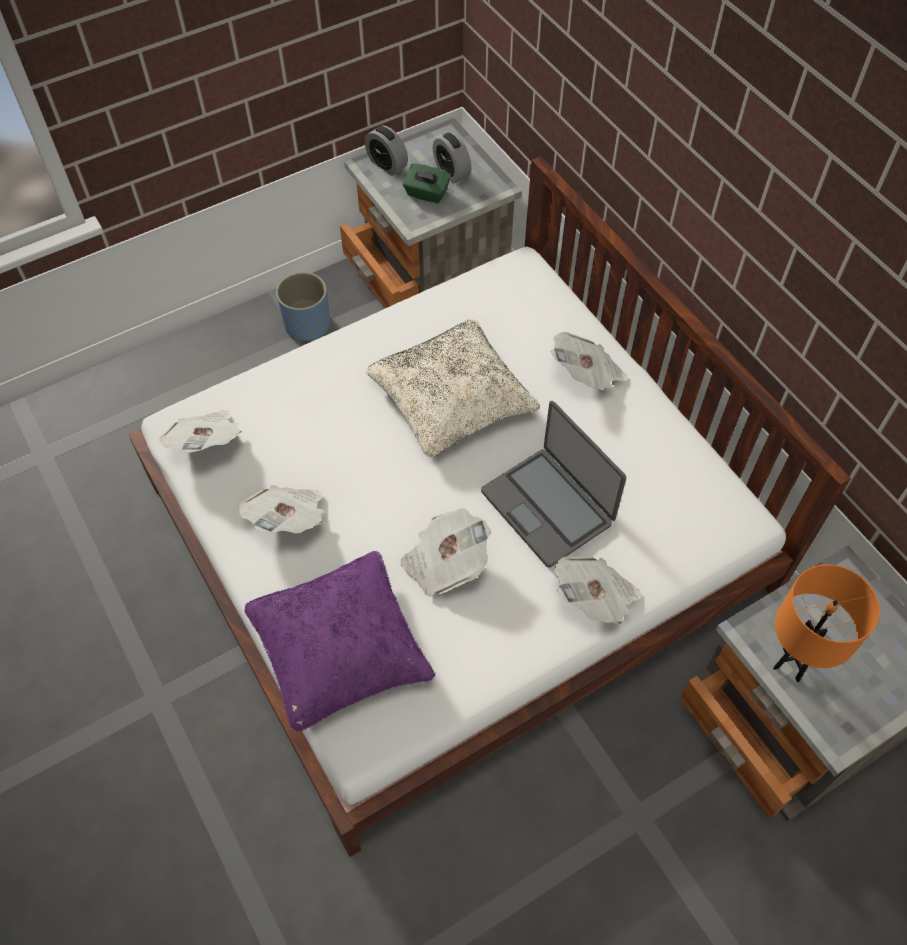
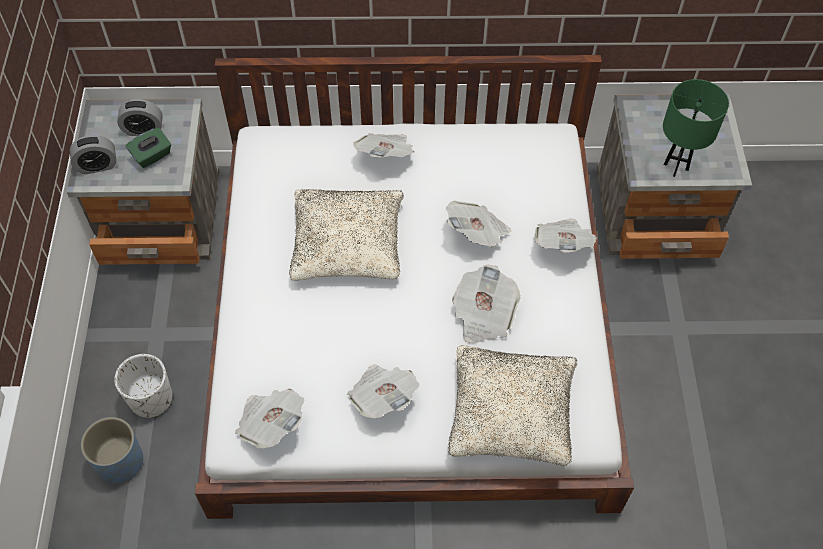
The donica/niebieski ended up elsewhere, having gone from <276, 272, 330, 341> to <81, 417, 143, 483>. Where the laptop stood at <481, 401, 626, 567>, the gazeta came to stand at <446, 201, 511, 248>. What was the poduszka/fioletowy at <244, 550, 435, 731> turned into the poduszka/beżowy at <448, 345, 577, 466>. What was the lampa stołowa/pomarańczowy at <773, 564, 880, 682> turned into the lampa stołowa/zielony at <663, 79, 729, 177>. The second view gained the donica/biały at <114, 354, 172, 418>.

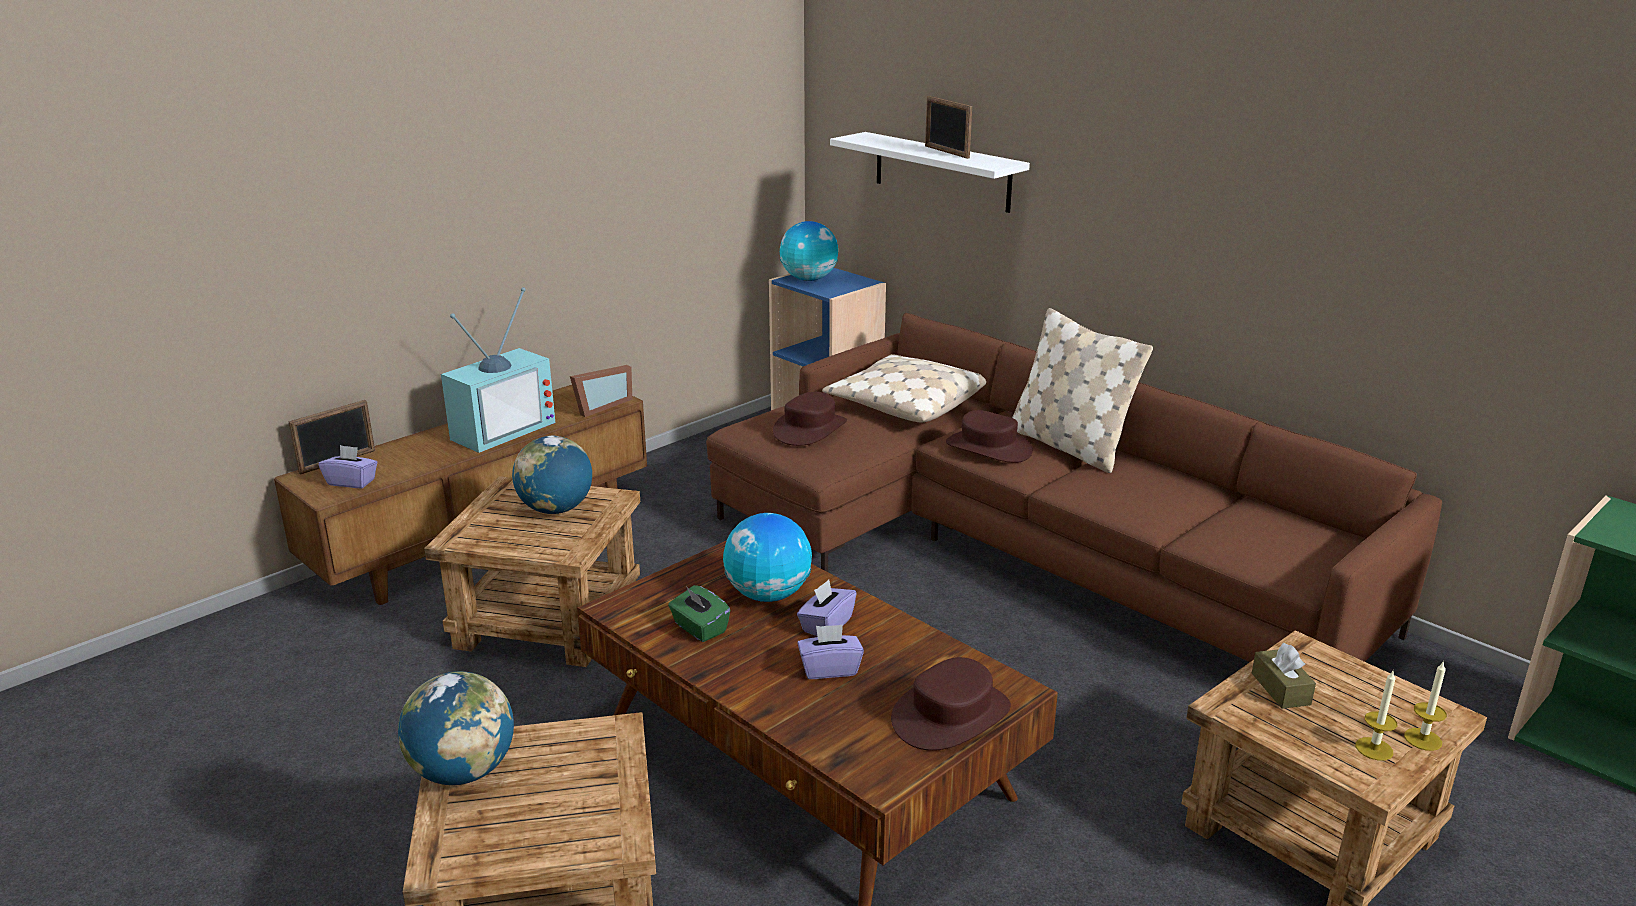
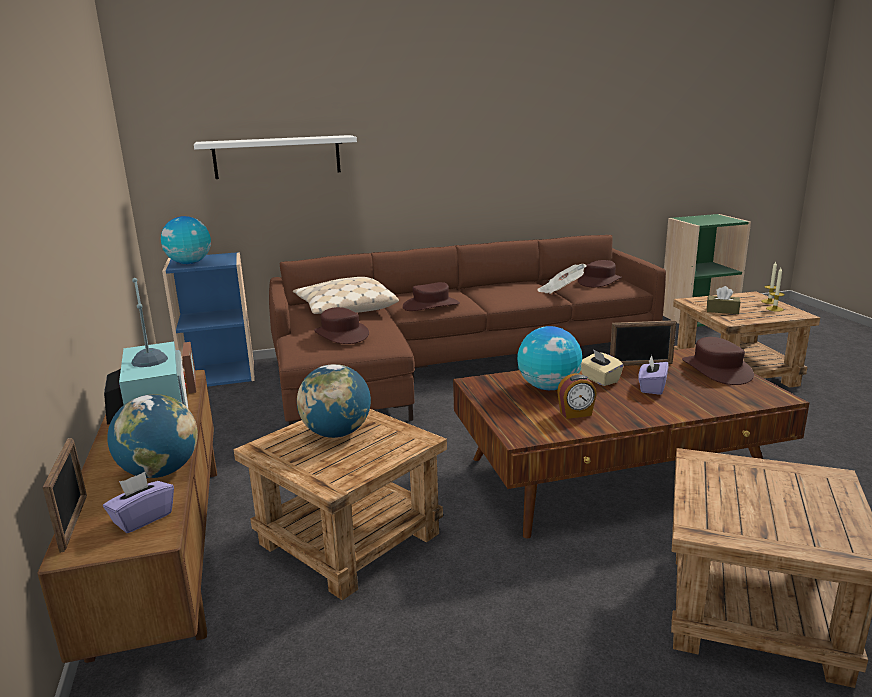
The ramka na zdjęcie ended up elsewhere, having gone from <925, 96, 972, 159> to <610, 320, 677, 366>. The second view lost the poduszka/beżowy at <1012, 308, 1153, 473>. What was the pudełko chusteczek/fioletowy at <797, 579, 857, 636> turned into the pudełko chusteczek/beżowy at <581, 349, 624, 386>. Where the pudełko chusteczek/zielony stood at <668, 585, 730, 642>, the budzik came to stand at <557, 373, 597, 419>. The globus ended up elsewhere, having gone from <398, 671, 514, 785> to <107, 394, 198, 478>. The second view gained the kapelusz/brązowy at <578, 260, 622, 287>. The second view gained the gazeta at <537, 264, 587, 294>.

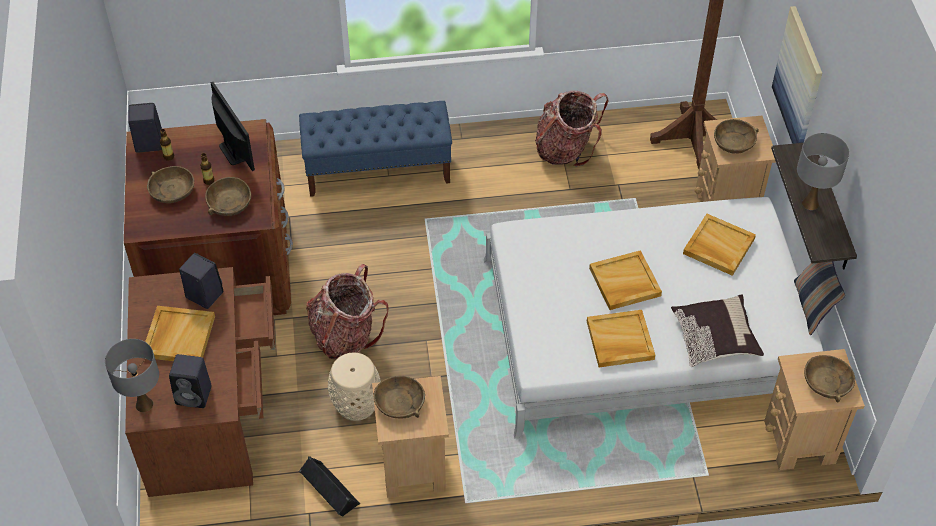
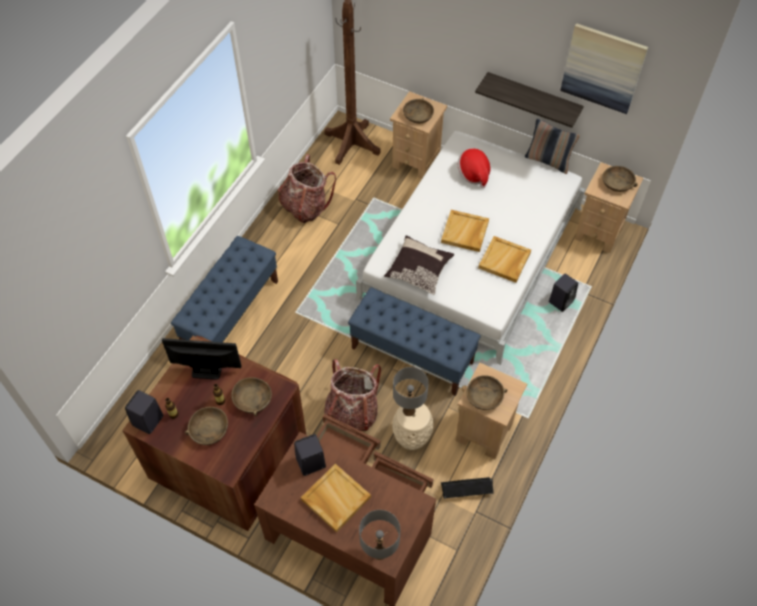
The obraz ended up elsewhere, having gone from <772, 6, 822, 144> to <560, 23, 648, 114>. The lampa stołowa/szary ended up elsewhere, having gone from <797, 133, 850, 210> to <393, 367, 429, 416>. Where the taca/beżowy stood at <683, 214, 756, 276>, the kapelusz came to stand at <458, 148, 491, 188>. The poduszka ended up elsewhere, having gone from <671, 294, 764, 367> to <384, 236, 454, 295>. The głośnik/czarny ended up elsewhere, having gone from <169, 354, 212, 408> to <549, 274, 578, 312>. The second view gained the ławka/niebieski at <348, 287, 481, 396>.

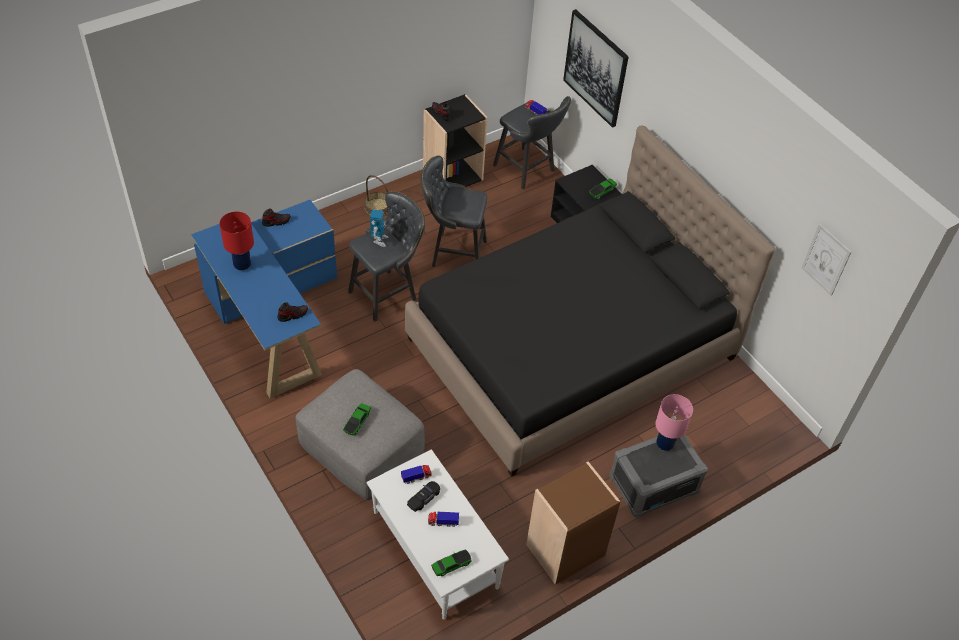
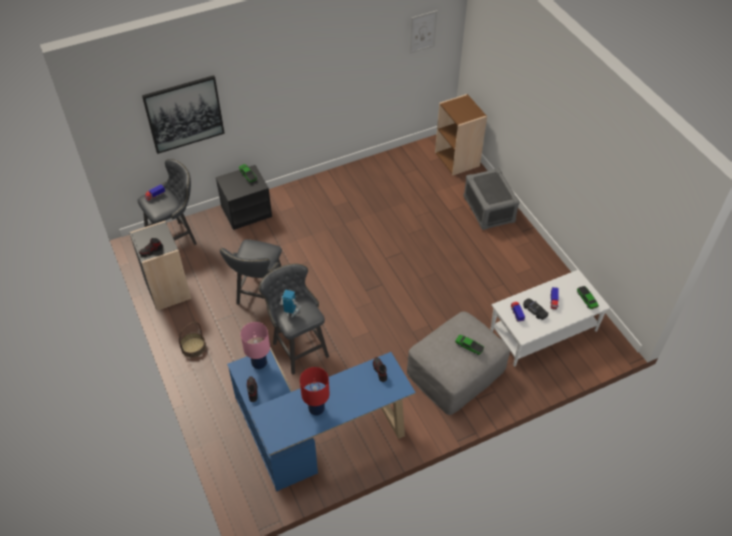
The second view lost the łóżko/czarny at <405, 125, 775, 477>. The lampa stołowa/różowy ended up elsewhere, having gone from <655, 394, 693, 451> to <241, 322, 270, 369>. The regał/brązowy ended up elsewhere, having gone from <526, 462, 621, 585> to <435, 94, 487, 175>.

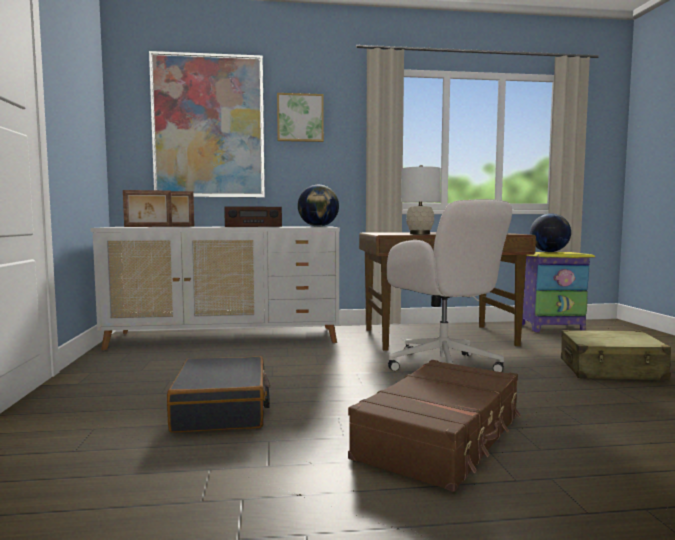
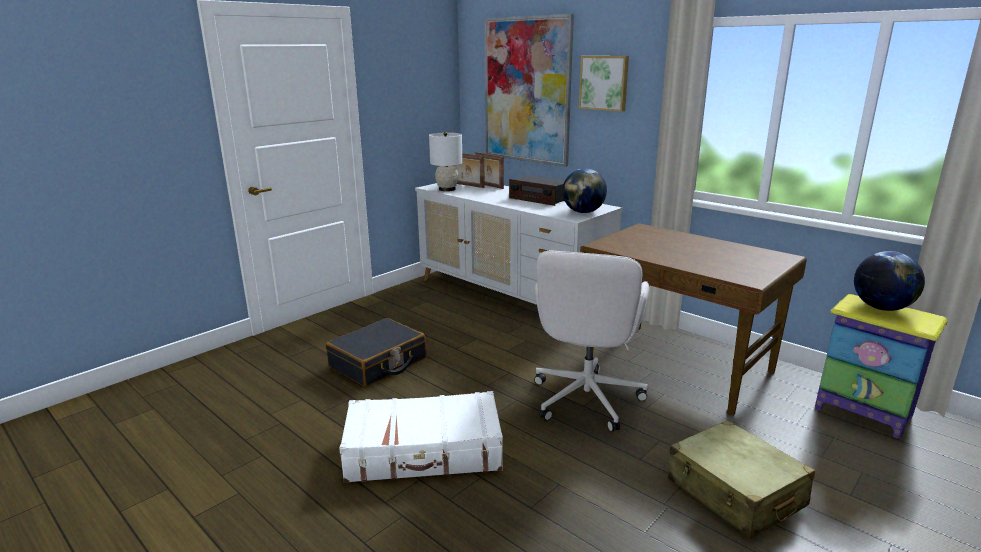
The lampa stołowa/biały ended up elsewhere, having gone from <401, 165, 441, 234> to <429, 132, 463, 191>. What was the walizka/brązowy at <348, 360, 521, 492> turned into the walizka/biały at <339, 391, 503, 483>.

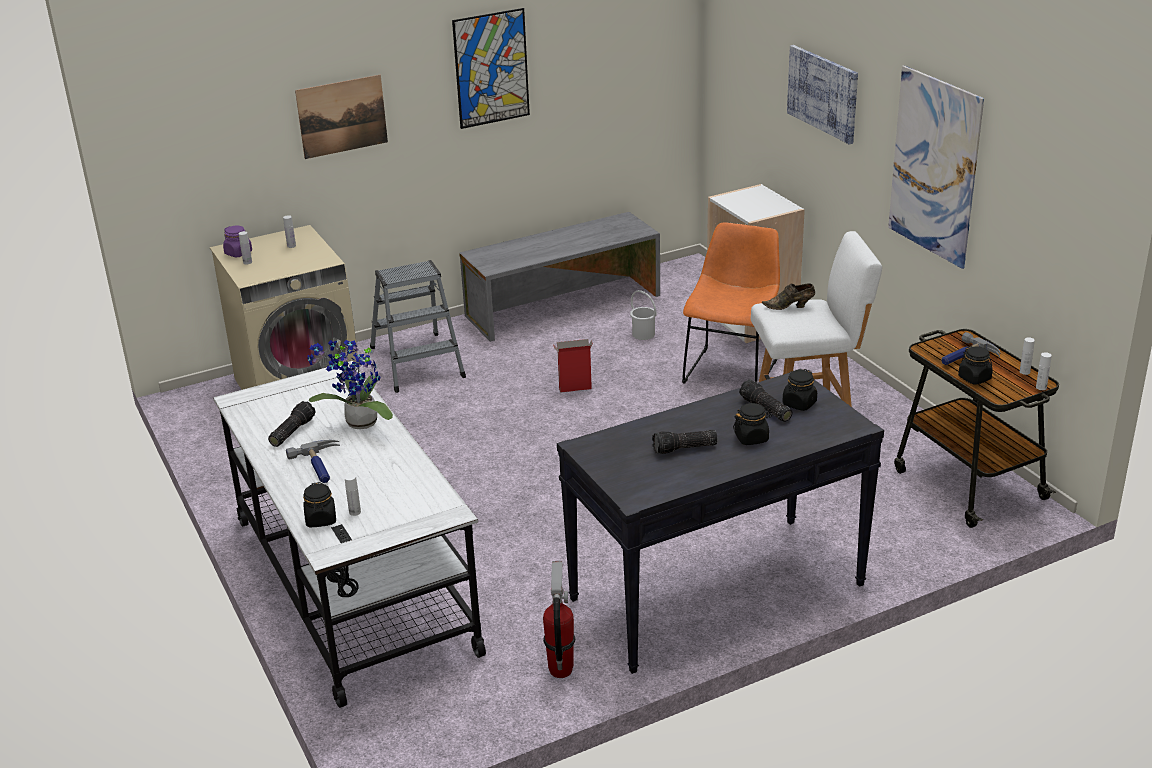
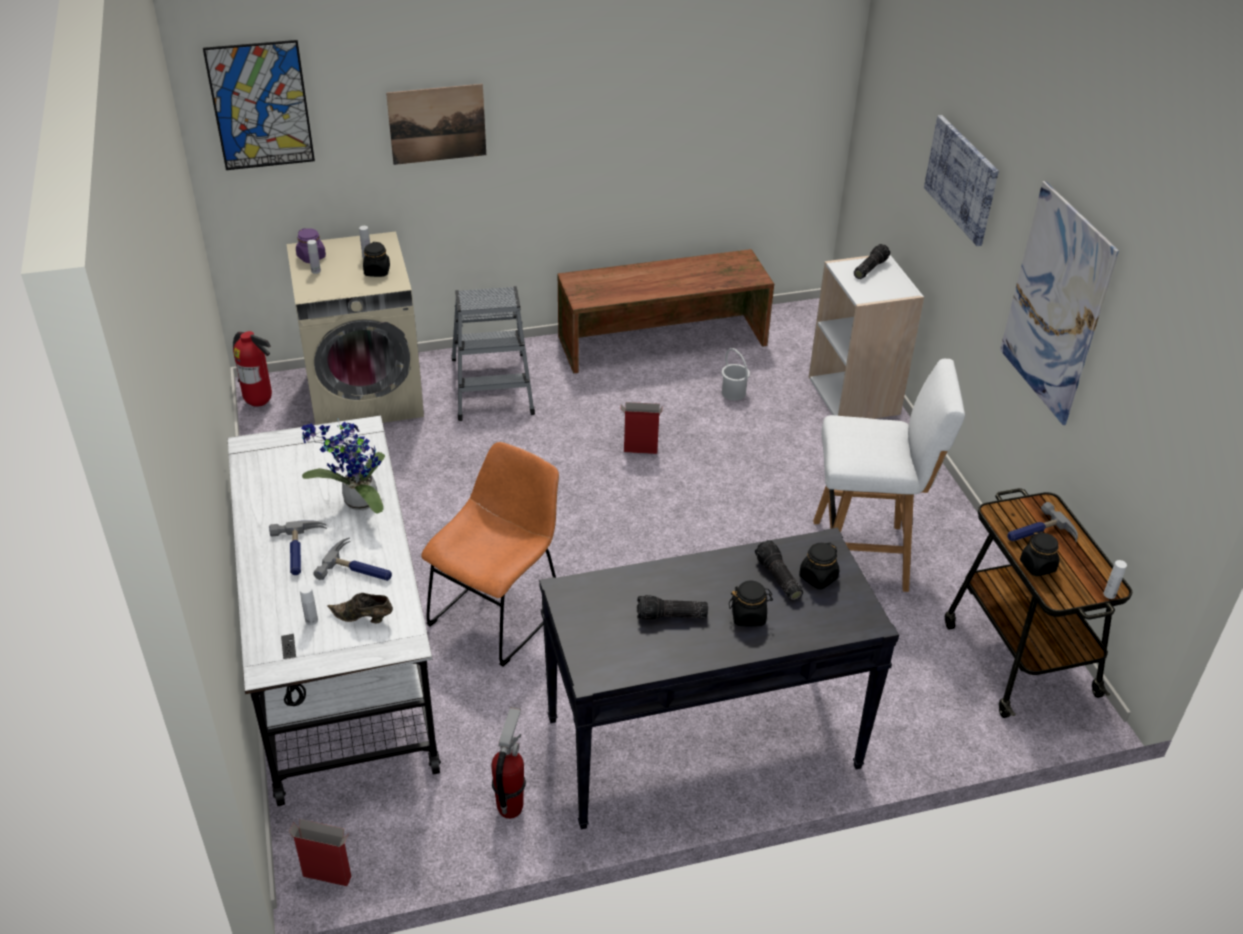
The obraz ended up elsewhere, having gone from <452, 8, 530, 129> to <203, 40, 315, 170>. What was the ławka/szary at <459, 212, 660, 342> turned into the ławka/brązowy at <557, 249, 774, 374>. The krzesło/pomarańczowy ended up elsewhere, having gone from <682, 222, 780, 384> to <421, 442, 559, 667>. The but/brązowy ended up elsewhere, having gone from <762, 283, 815, 310> to <327, 593, 393, 623>. The second view lost the butelka/biały at <1020, 337, 1035, 375>. The latarka ended up elsewhere, having gone from <268, 401, 315, 447> to <854, 244, 890, 279>. The słoik/czarny ended up elsewhere, having gone from <303, 482, 336, 528> to <363, 242, 390, 277>. The second view gained the gaśnica at <233, 331, 272, 407>. The second view gained the młotek at <313, 538, 392, 581>. The second view gained the karton at <289, 819, 351, 886>.

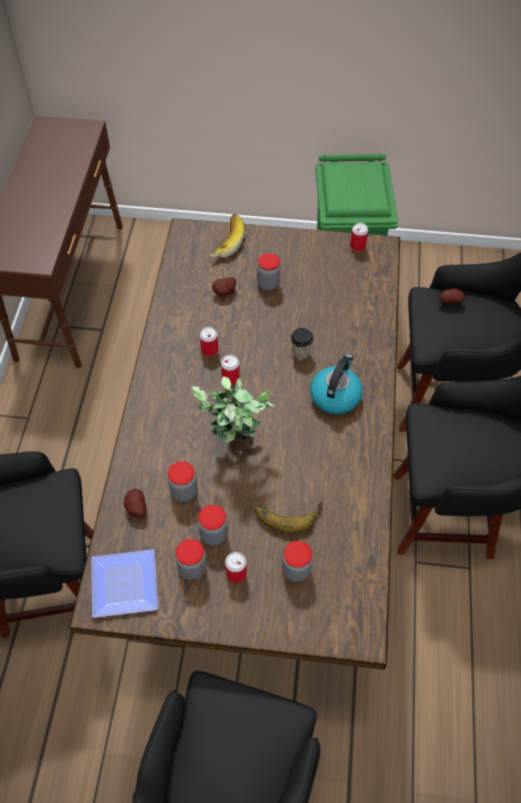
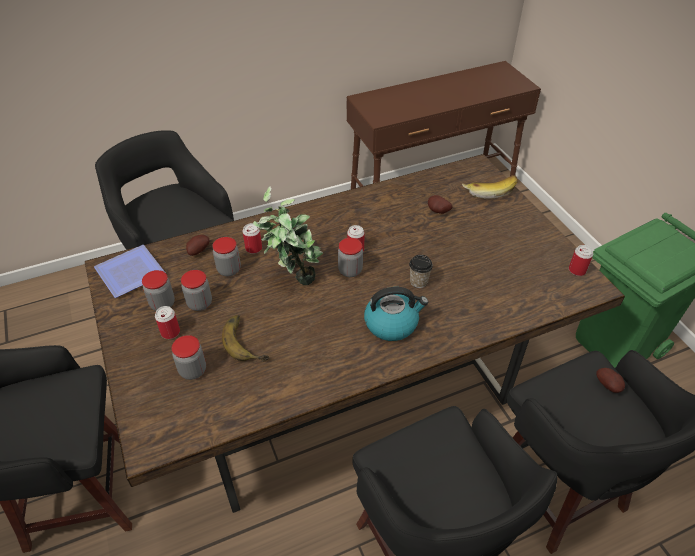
The słoik ended up elsewhere, having gone from <257, 253, 281, 291> to <338, 238, 363, 277>. The puszka ended up elsewhere, having gone from <200, 327, 218, 357> to <243, 223, 262, 254>.

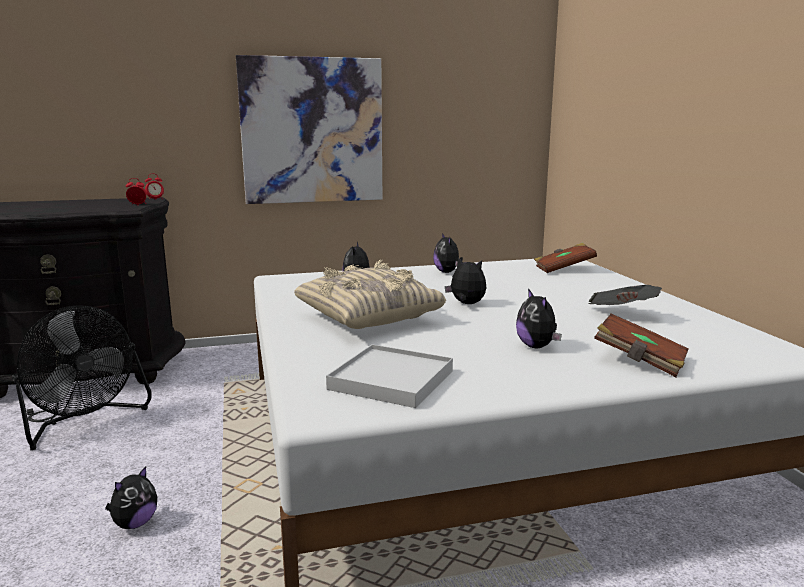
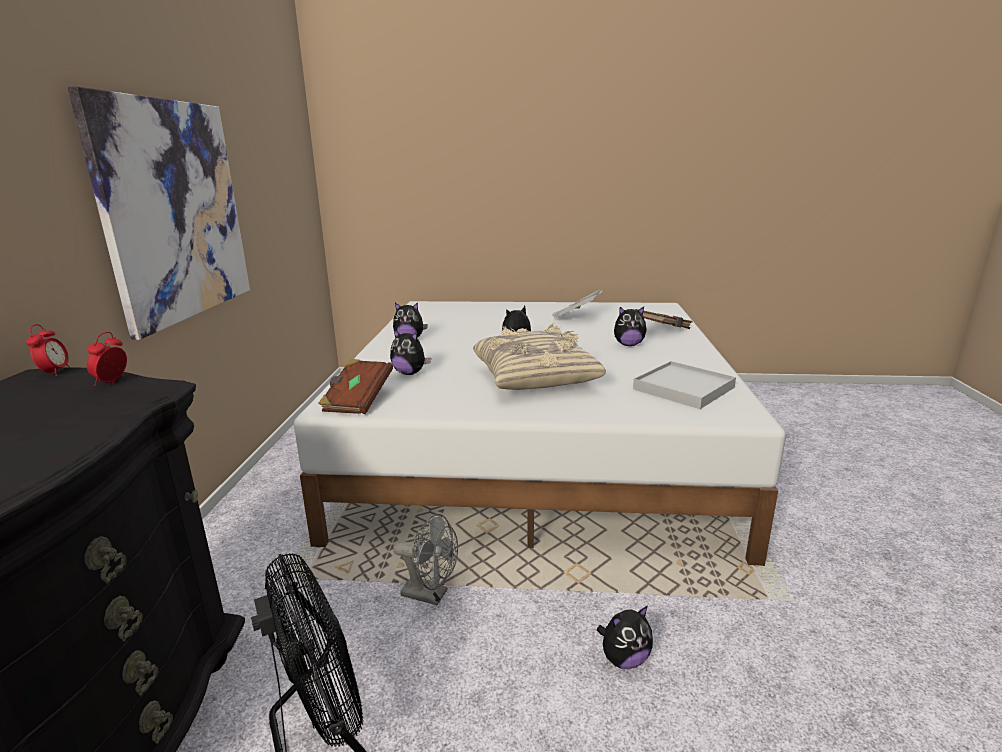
The książka/brązowy ended up elsewhere, having gone from <534, 243, 597, 273> to <318, 359, 393, 414>. The pluszak at <105, 466, 157, 529> ended up facing another way, 105 degrees clockwise from before. The second view gained the wentylator/szary at <393, 514, 458, 605>.

